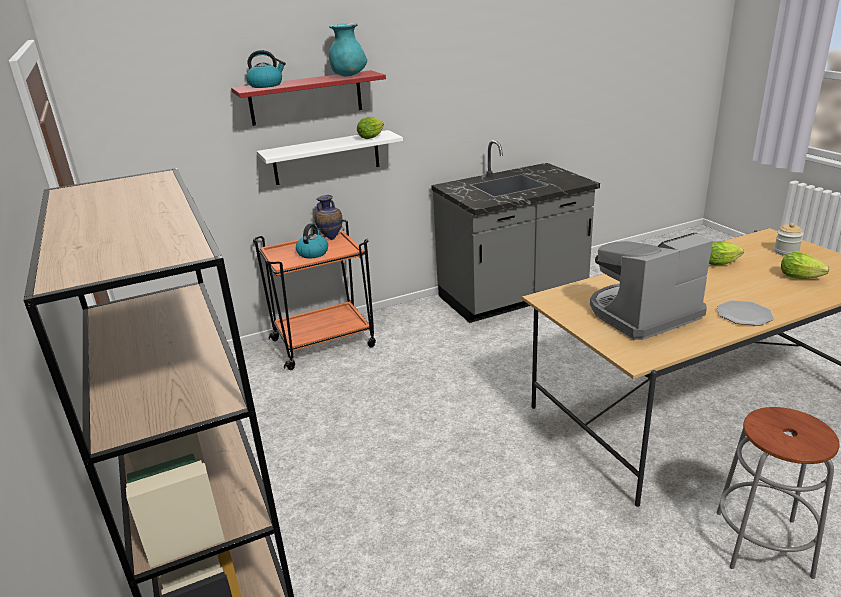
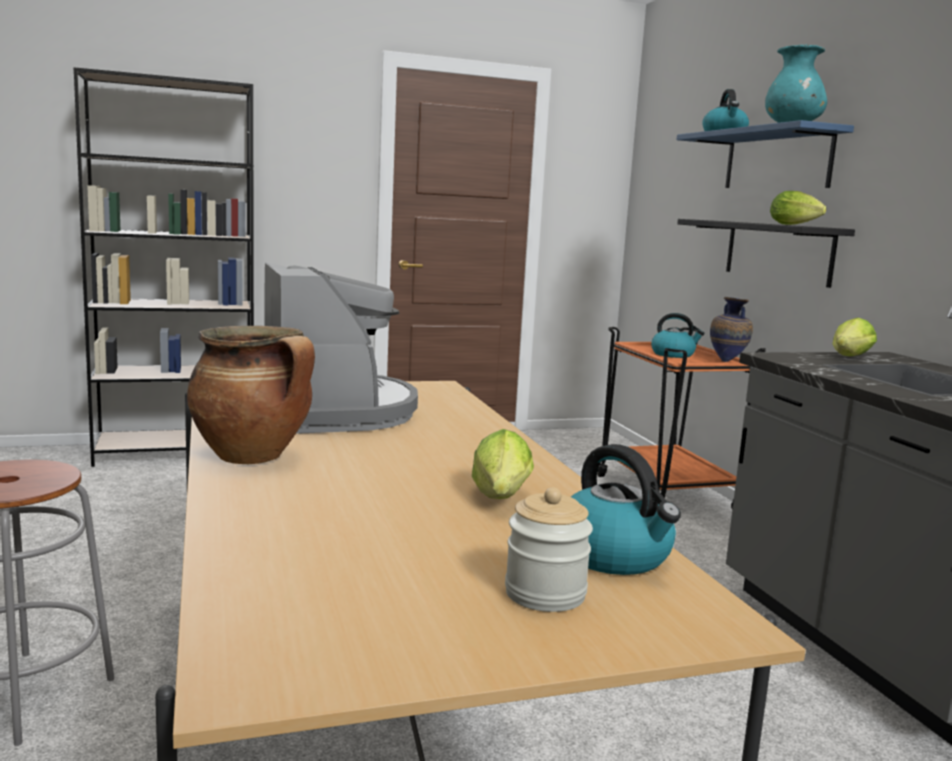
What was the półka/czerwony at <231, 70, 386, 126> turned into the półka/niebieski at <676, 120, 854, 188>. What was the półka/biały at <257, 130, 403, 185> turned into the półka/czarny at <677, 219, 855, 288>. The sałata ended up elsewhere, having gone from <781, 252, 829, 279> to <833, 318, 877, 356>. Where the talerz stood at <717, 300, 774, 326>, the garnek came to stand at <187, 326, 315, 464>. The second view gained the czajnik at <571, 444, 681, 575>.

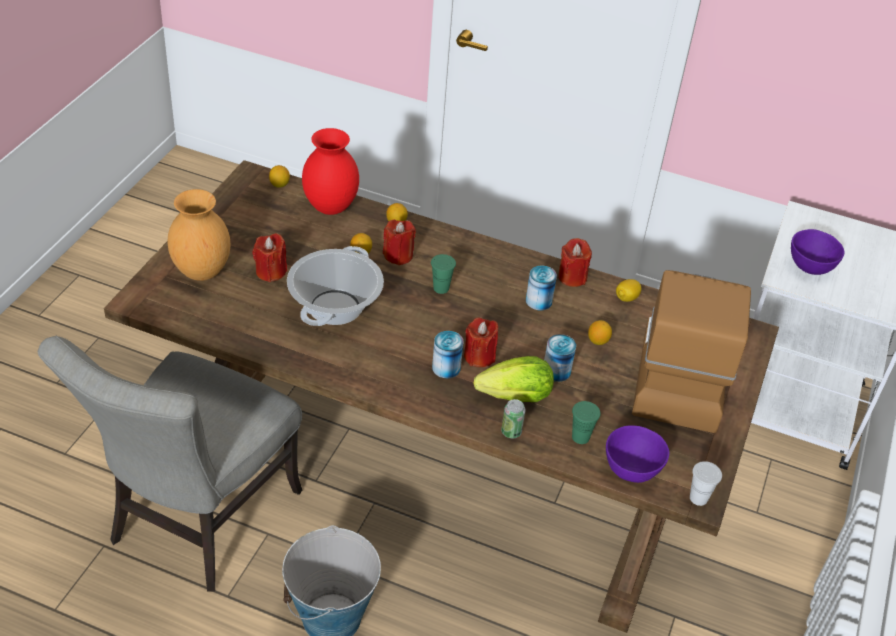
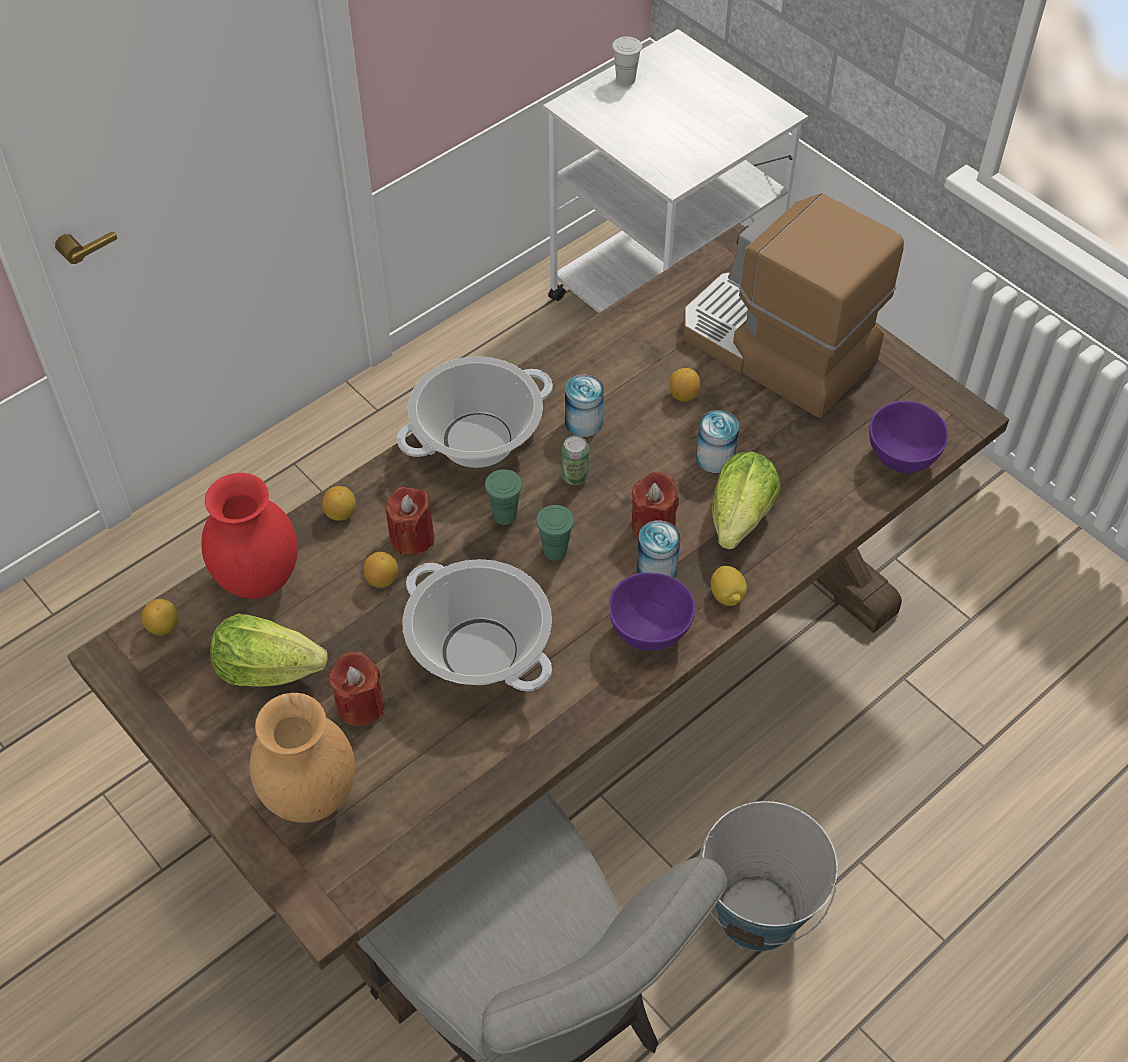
The miska/fioletowy ended up elsewhere, having gone from <791, 229, 845, 275> to <609, 572, 695, 651>. The second view lost the świeca/czerwony at <558, 238, 592, 287>. The cytryna ended up elsewhere, having gone from <616, 279, 642, 302> to <711, 566, 747, 606>. The puszka ended up elsewhere, having gone from <501, 399, 526, 438> to <562, 435, 589, 485>. The filiżanka/zielony ended up elsewhere, having gone from <572, 401, 601, 444> to <536, 505, 574, 561>. The filiżanka/biały ended up elsewhere, having gone from <690, 461, 722, 506> to <612, 36, 642, 86>. The second view gained the garnek at <397, 356, 553, 468>. The second view gained the sałata at <210, 614, 328, 687>.

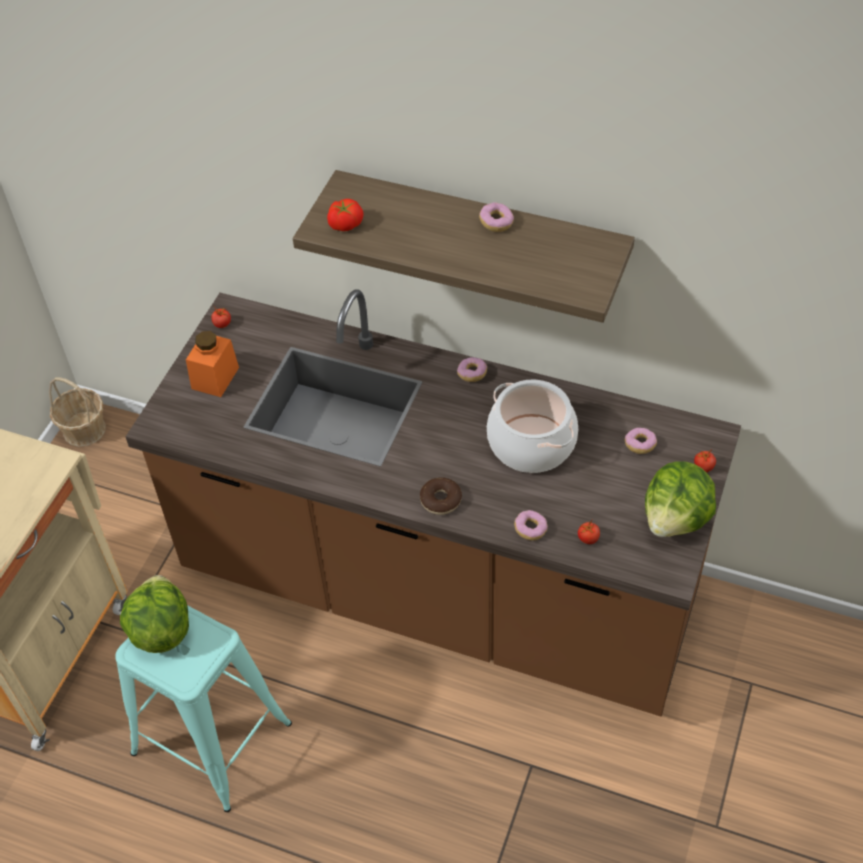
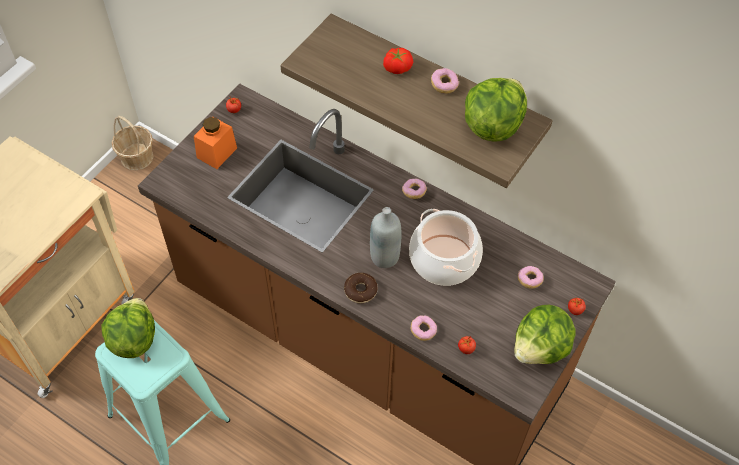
The pomidor ended up elsewhere, having gone from <327, 199, 364, 231> to <383, 48, 413, 74>. The second view gained the sałata at <465, 78, 527, 141>. The second view gained the butelka/szary at <370, 207, 401, 268>.

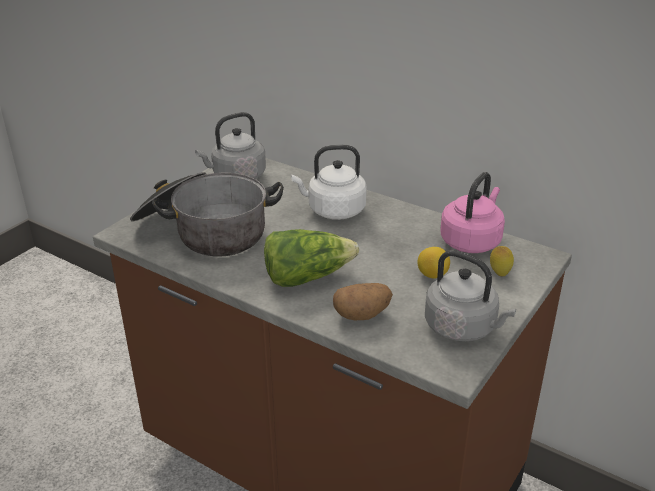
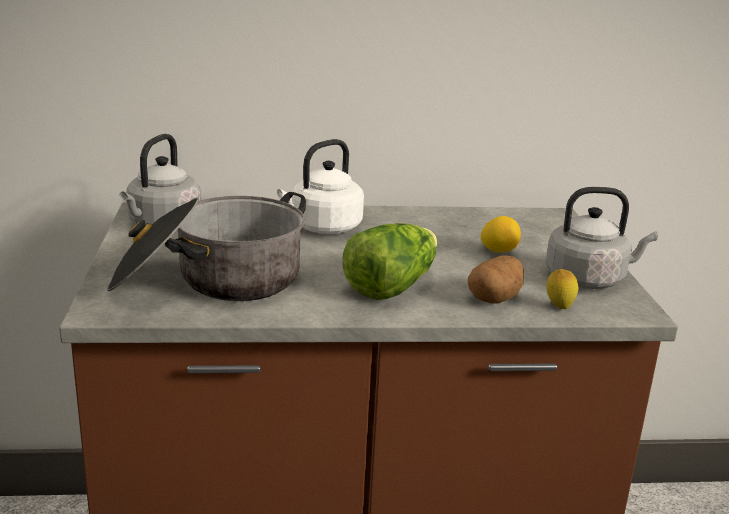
The second view lost the czajnik/różowy at <440, 172, 505, 253>. The cytryna ended up elsewhere, having gone from <490, 246, 514, 276> to <546, 269, 578, 309>.

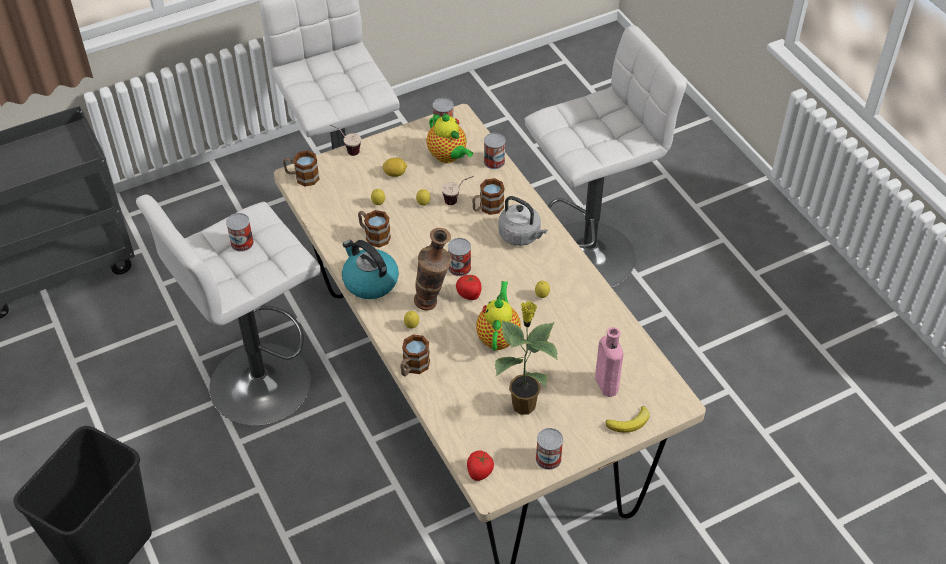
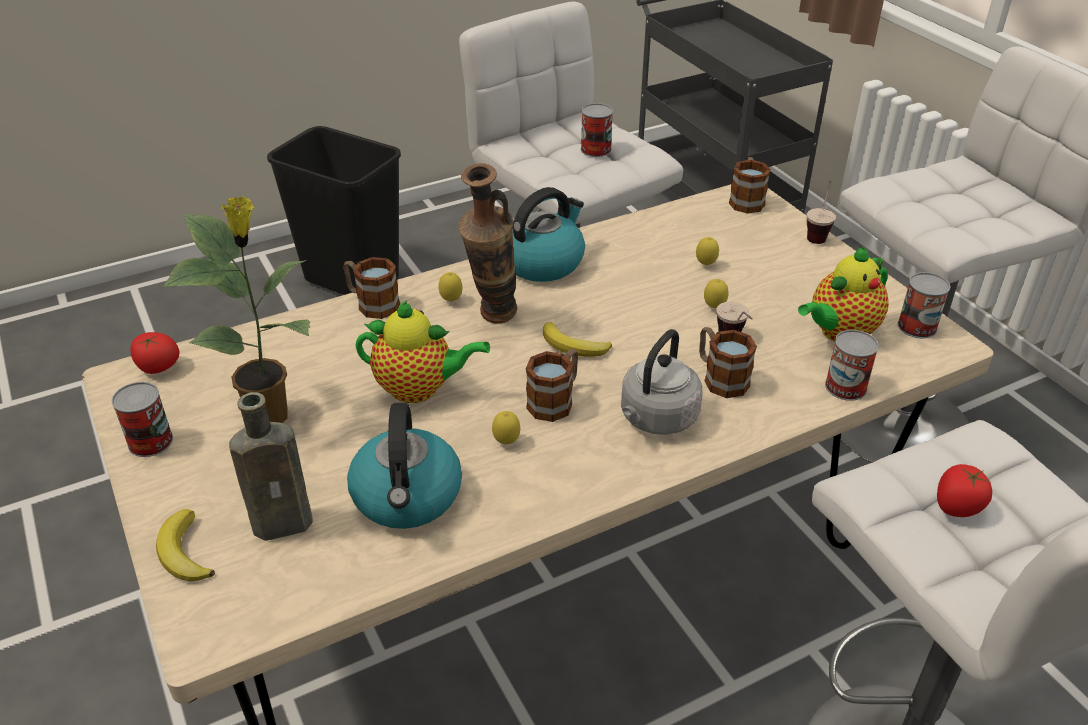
The second view lost the cytryna at <383, 158, 407, 177>. The kubek ended up elsewhere, having gone from <358, 210, 391, 248> to <526, 349, 578, 422>. Where the puszka stood at <448, 238, 471, 276>, the banan came to stand at <543, 322, 612, 357>. The pomidor ended up elsewhere, having gone from <456, 274, 482, 300> to <937, 464, 992, 517>. What was the butelka/różowy at <595, 327, 623, 397> turned into the butelka/brązowy at <229, 392, 313, 541>. The second view gained the czajnik at <347, 403, 462, 529>.

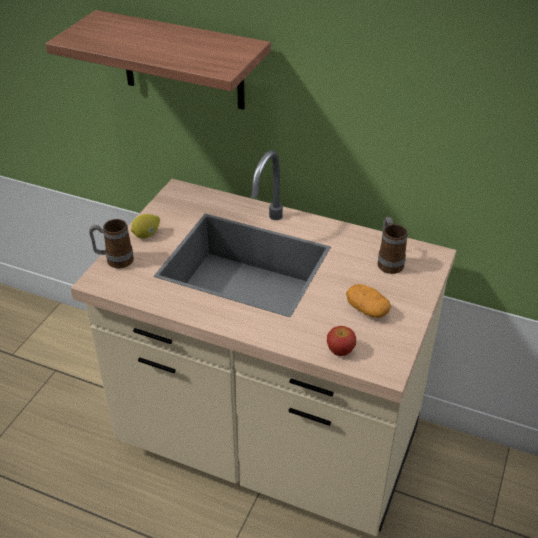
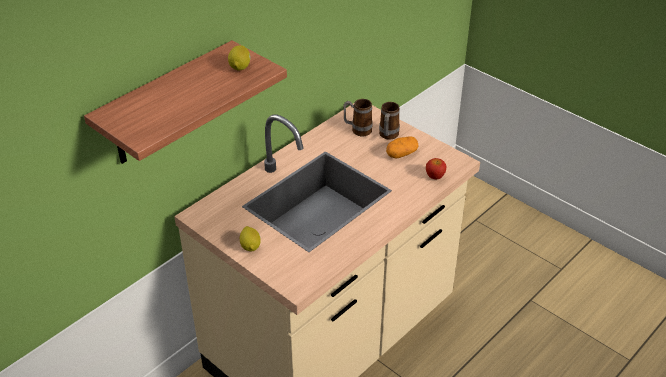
The kubek ended up elsewhere, having gone from <89, 219, 134, 269> to <379, 102, 400, 140>. The second view gained the cytryna at <228, 45, 251, 71>.

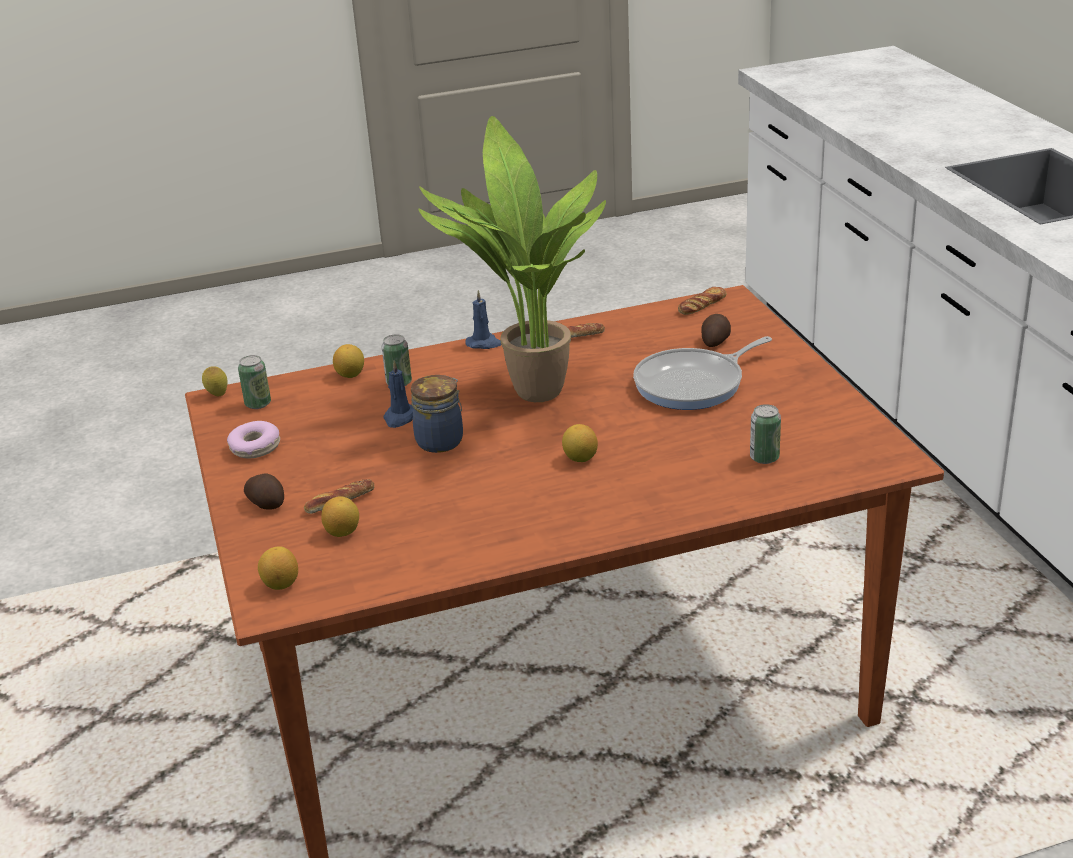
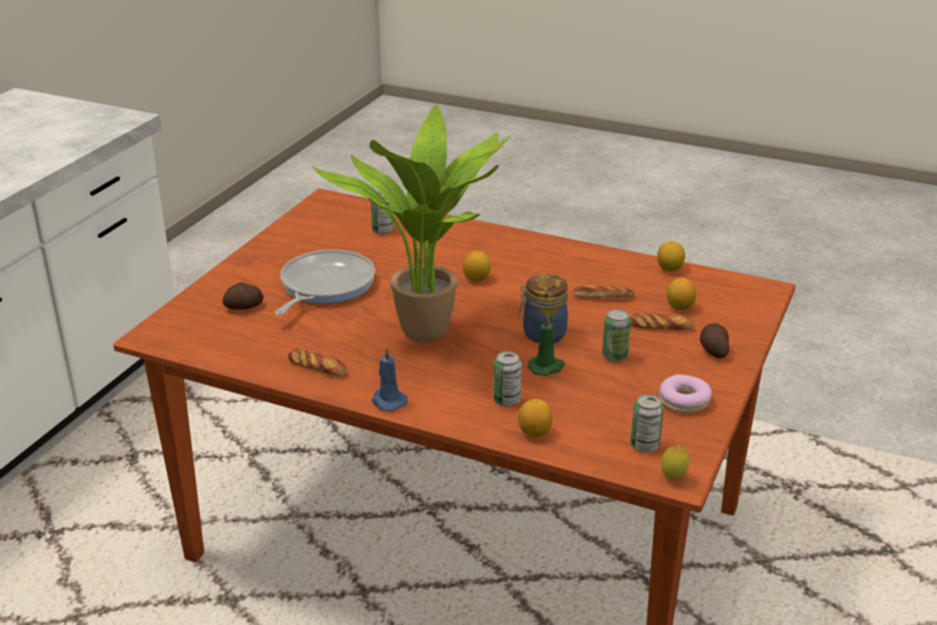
The chleb ended up elsewhere, having gone from <678, 287, 726, 315> to <572, 285, 634, 298>. The patelnia at <633, 336, 772, 410> ended up facing another way, 75 degrees counterclockwise from before. What was the świeca/niebieski at <383, 360, 414, 428> turned into the świeca/zielony at <528, 314, 565, 376>. The cytryna ended up elsewhere, having gone from <258, 546, 298, 590> to <657, 241, 685, 271>. The second view gained the puszka at <602, 309, 631, 362>.

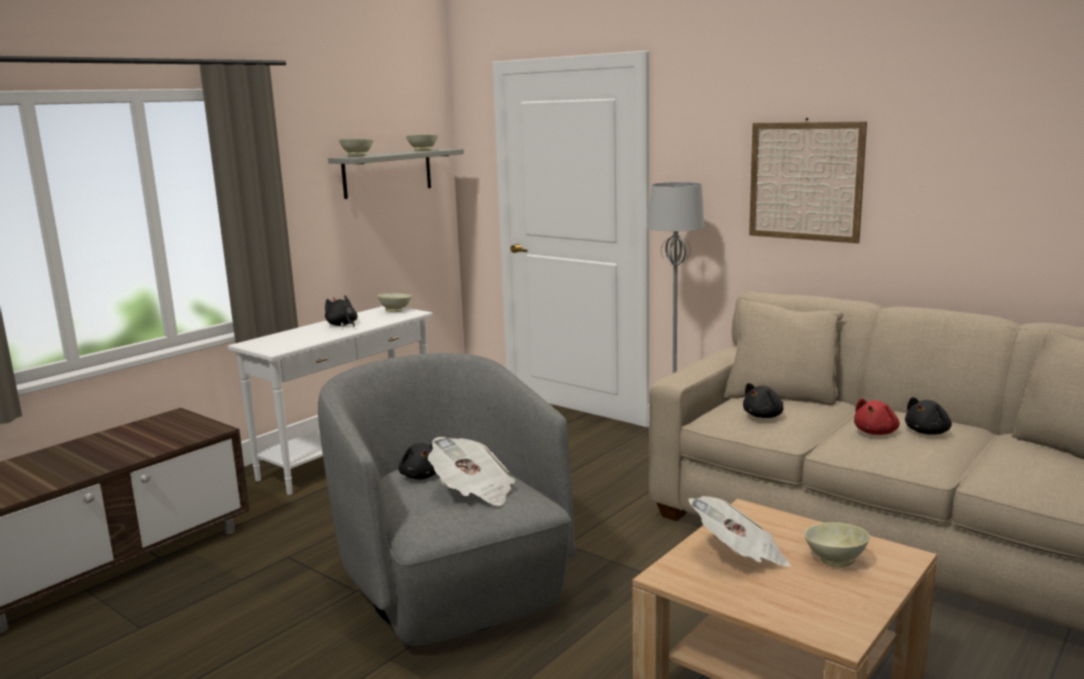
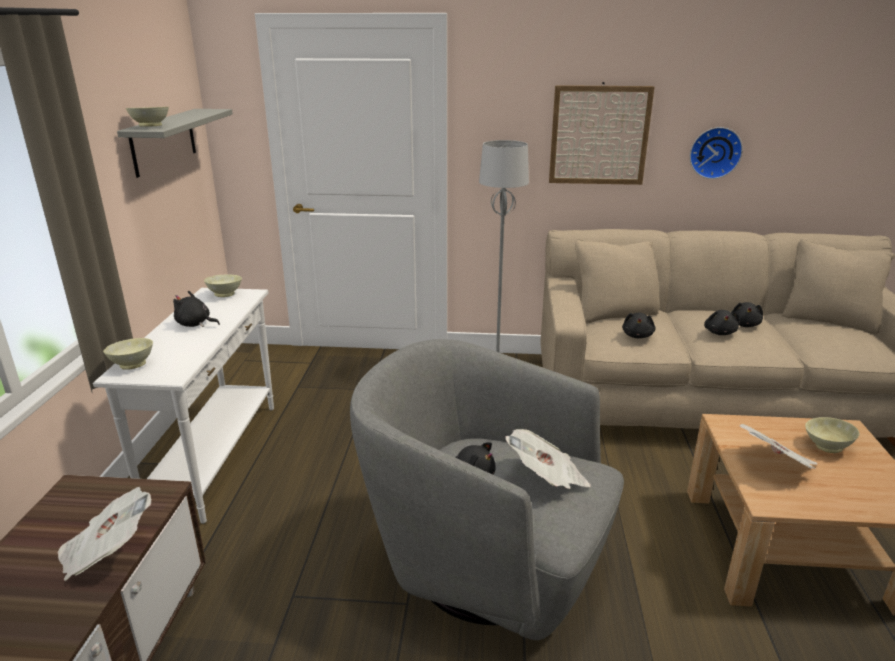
The miska/beżowy ended up elsewhere, having gone from <406, 134, 438, 151> to <103, 338, 153, 370>. What was the pluszak/czerwony at <854, 398, 900, 435> turned into the pluszak/czarny at <704, 310, 739, 335>. The second view gained the zegar ścienny at <690, 127, 743, 179>. The second view gained the gazeta at <57, 487, 151, 581>.

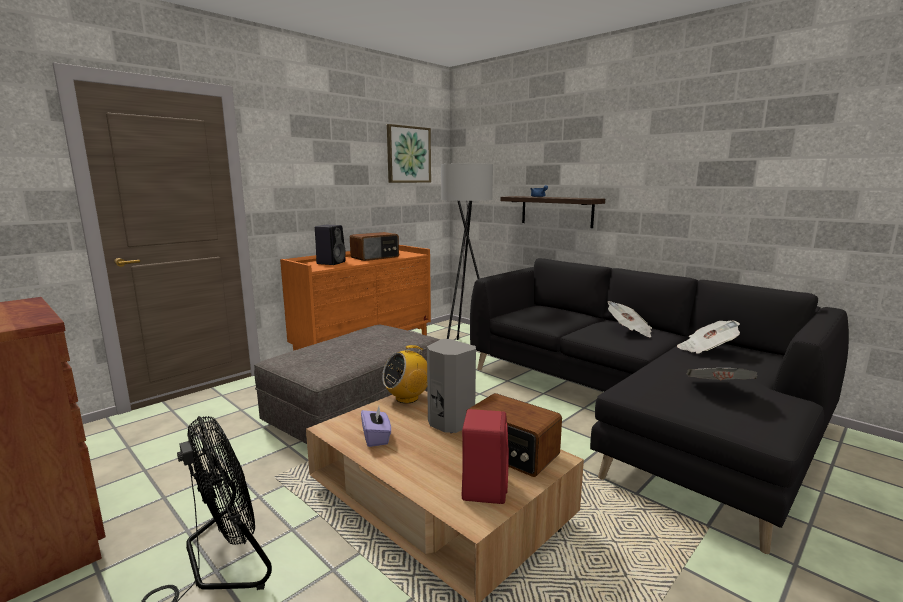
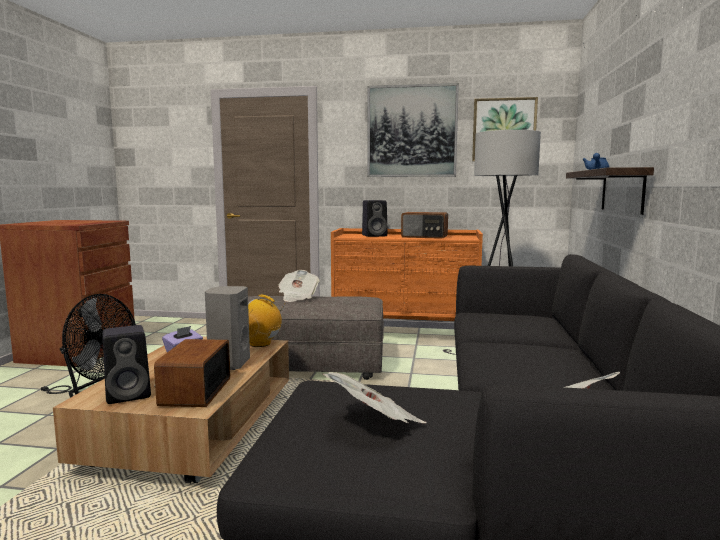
The gazeta ended up elsewhere, having gone from <608, 301, 652, 338> to <278, 270, 319, 302>. What was the głośnik/czerwony at <462, 409, 509, 504> turned into the głośnik/czarny at <103, 325, 151, 404>. The second view gained the obraz at <367, 83, 459, 177>.

